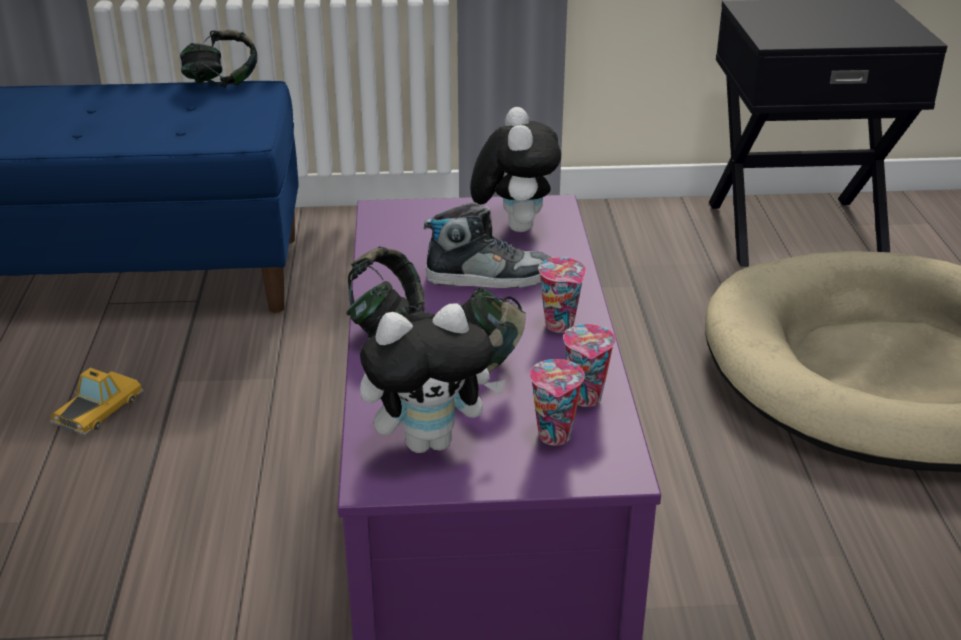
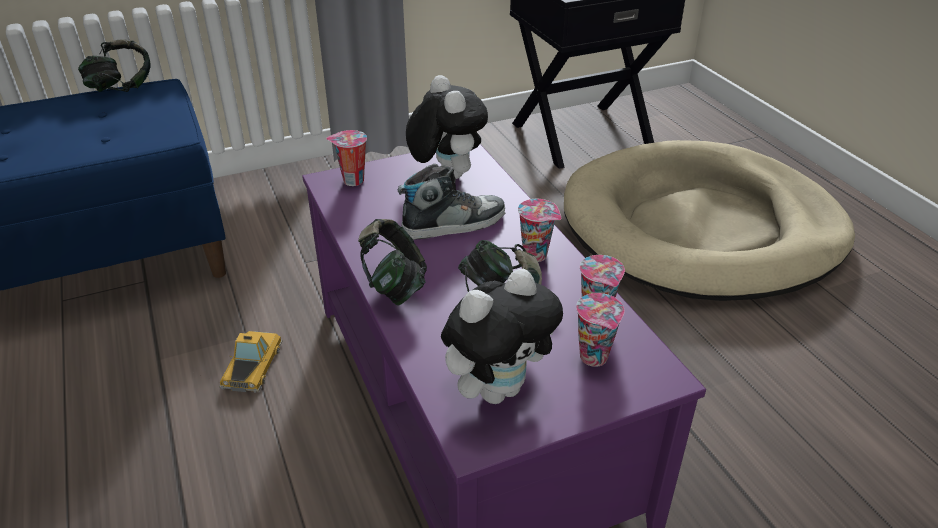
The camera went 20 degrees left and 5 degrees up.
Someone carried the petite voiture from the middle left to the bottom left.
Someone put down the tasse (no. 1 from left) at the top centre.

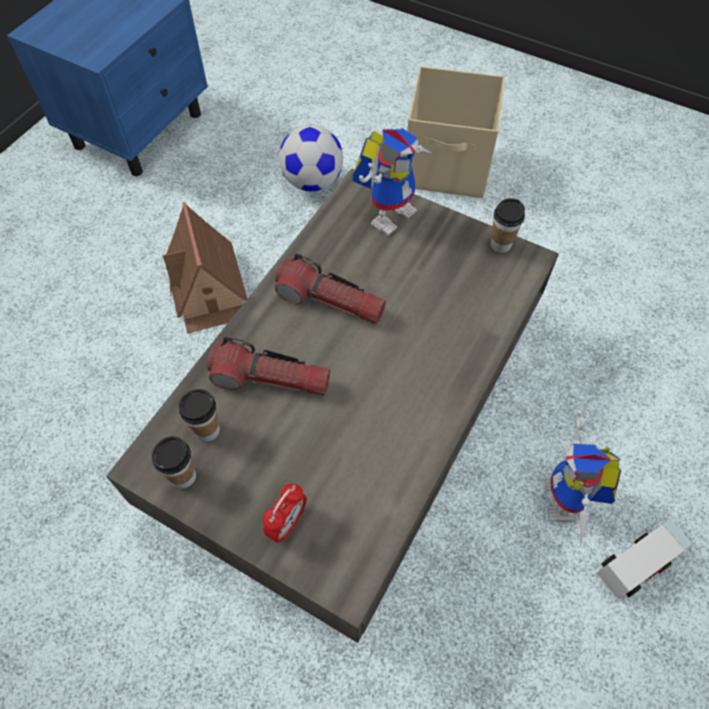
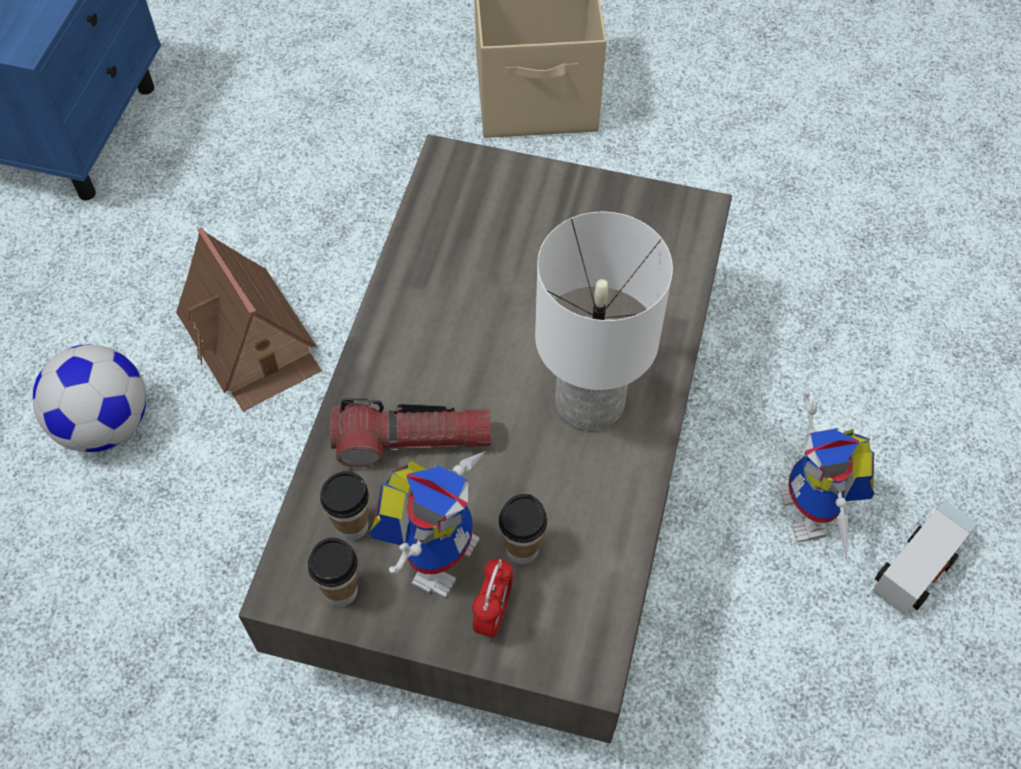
The camera went 15 degrees left and 0 degrees up.
Someone carried the ballon de foot from the top centre to the middle left.
Someone carried the robot jouet (no. 1 from left) from the top centre to the bottom centre.
Someone carried the tasse (no. 3 from left) from the top right to the bottom centre.
Someone took away the lampe de poche (no. 2 from left) at the centre.
Someone put down the lampe de table [blanc] at the centre.

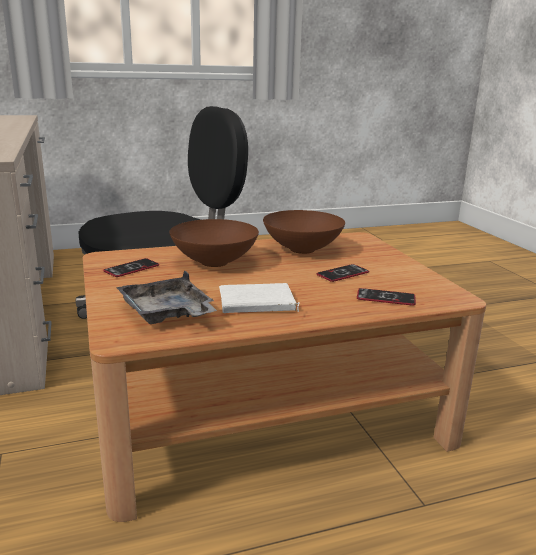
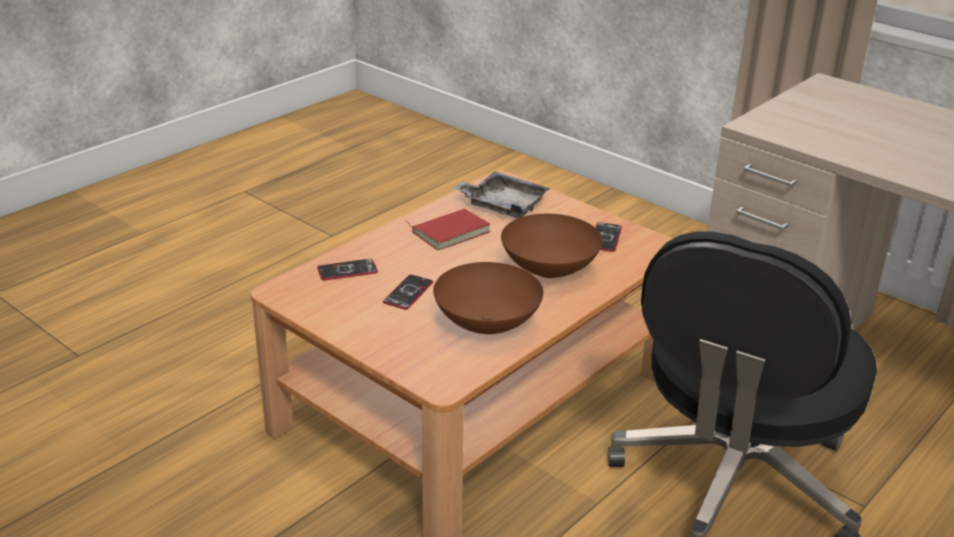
The camera went 150 degrees right and 10 degrees up.
Someone repainted the livre [blanc] at the centre, which became the livre [rouge] at the centre.

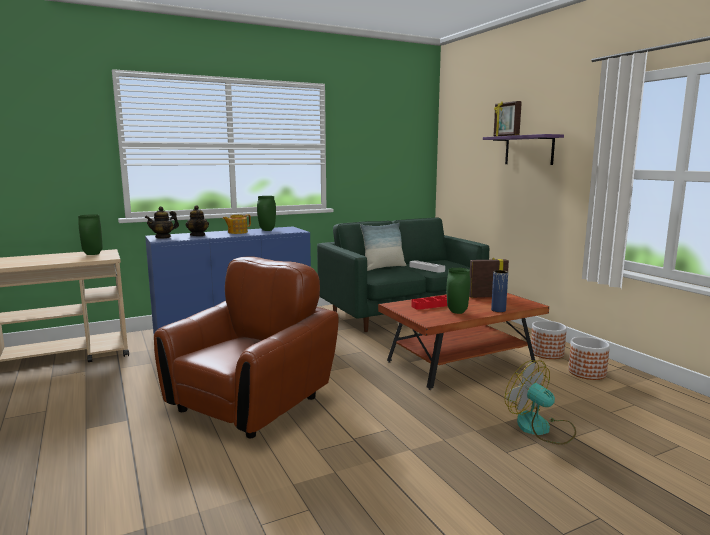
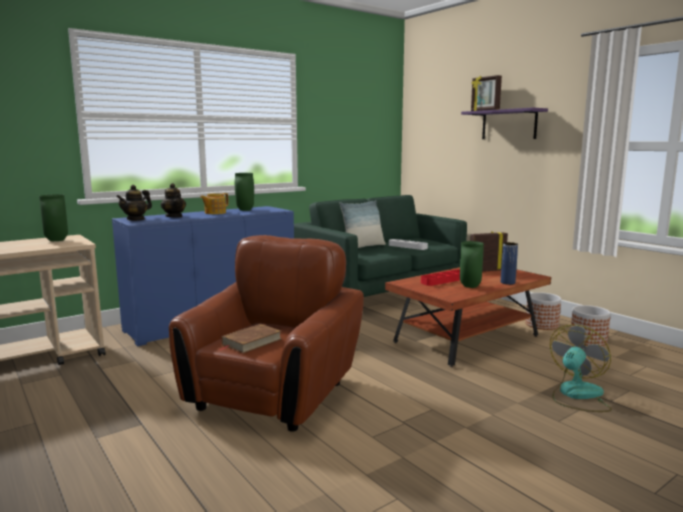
The camera went 10 degrees left and 0 degrees up.
Someone rotated the ventilateur at the bottom right by 90 degrees clockwise.
Someone put down the livre [marron] at the centre.

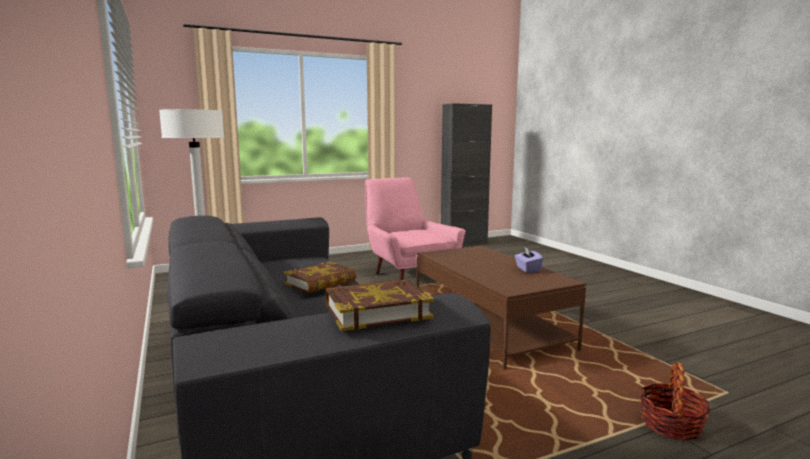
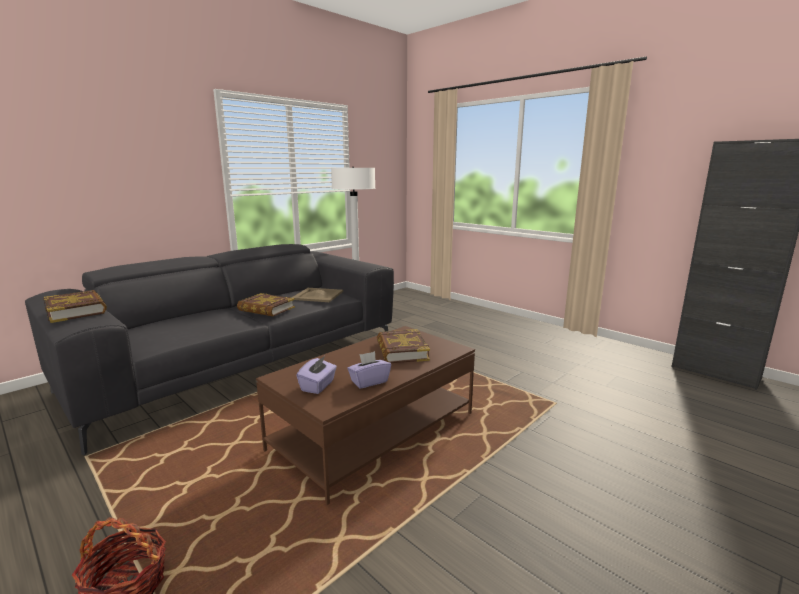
The camera went 70 degrees right and 5 degrees up.
Someone took away the fauteuil [rose] at the centre.
Someone put down the plateau [beige] at the centre.
Someone put down the livre (no. 3 from left) at the centre.
Someone put down the boîte à mouchoirs [violet] (no. 1 from left) at the centre.

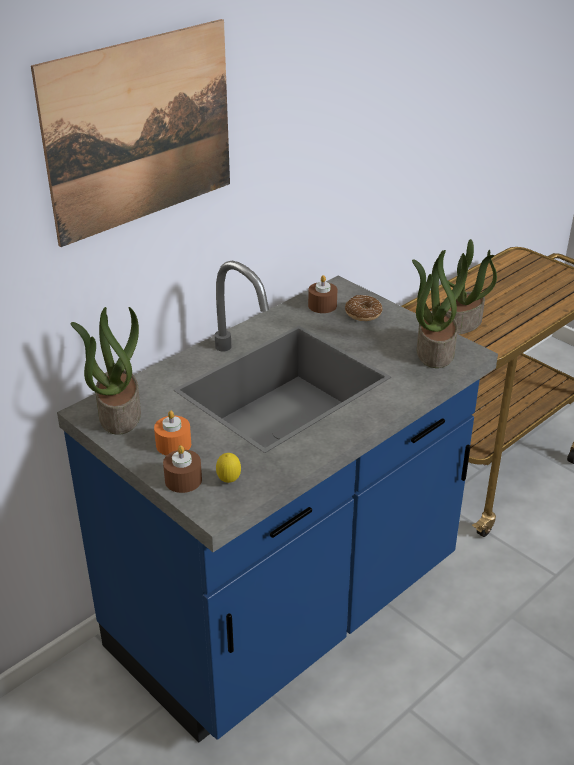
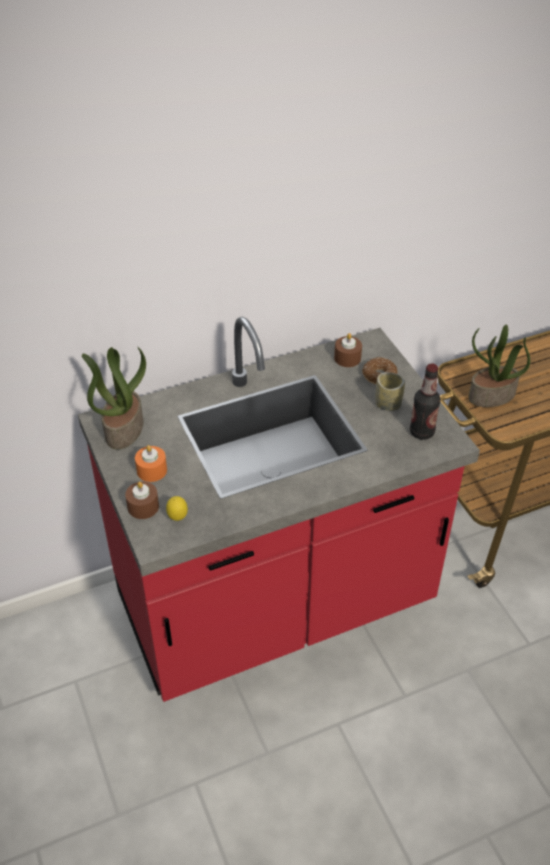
The camera went 20 degrees right and 10 degrees up.
Someone took away the tableau at the top left.
Someone swapped the plante en pot (no. 2 from left) at the middle right for the bouteille at the middle right.
Someone repainted the comptoir de cuisine [bleu] at the centre, which became the comptoir de cuisine [rouge] at the centre.
Someone put down the tasse at the middle right.

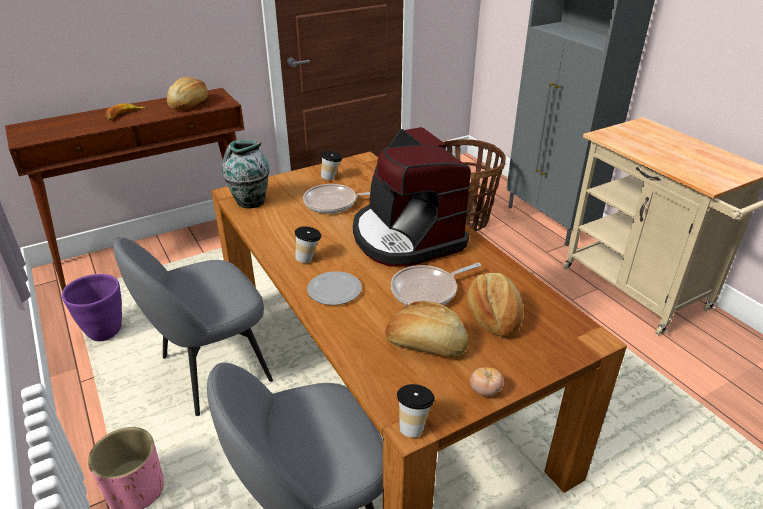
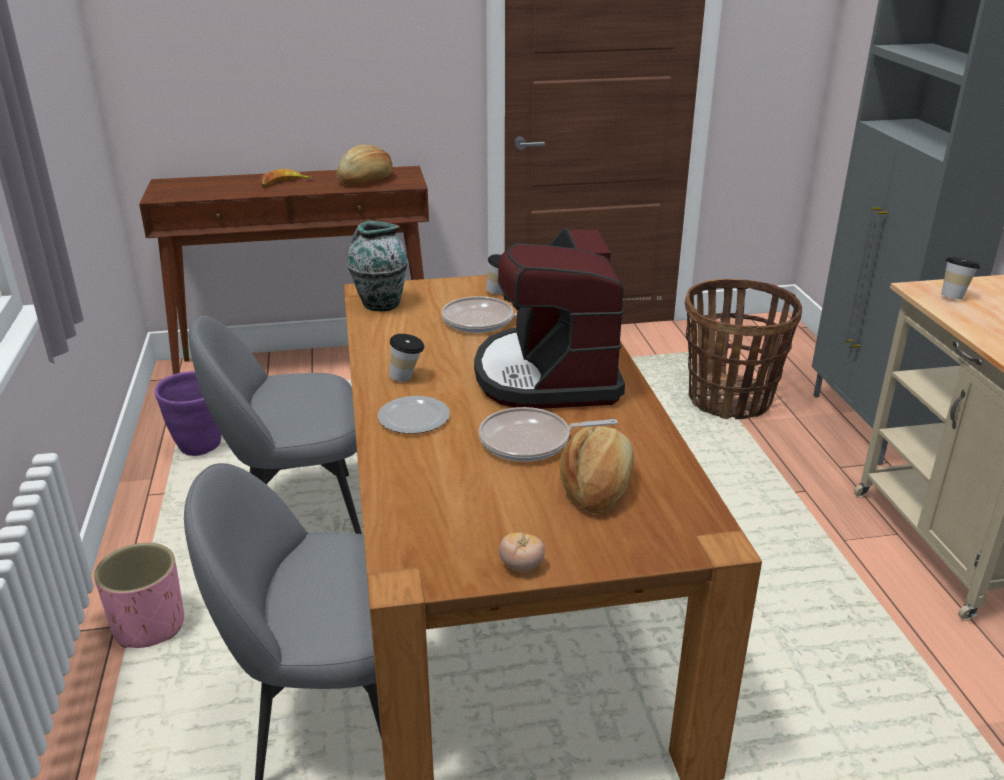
The camera went 20 degrees right and 5 degrees down.
Someone took away the pain (no. 2 from left) at the centre.
Someone carried the tasse (no. 3 from left) from the bottom centre to the middle right.

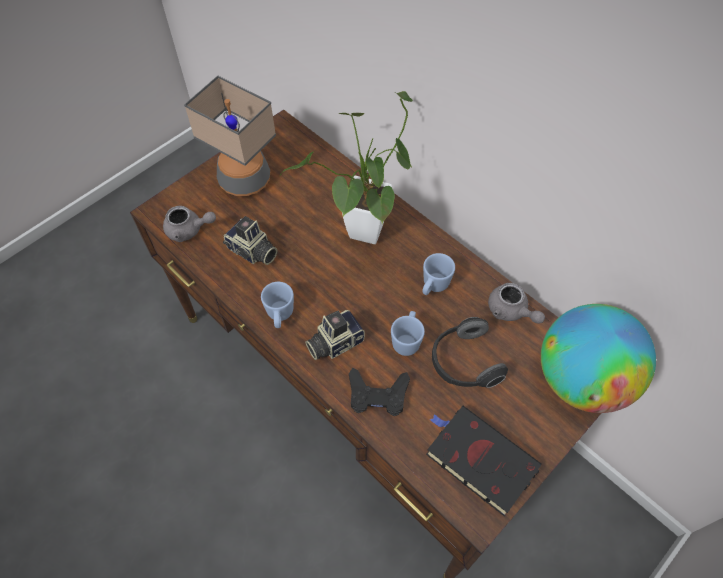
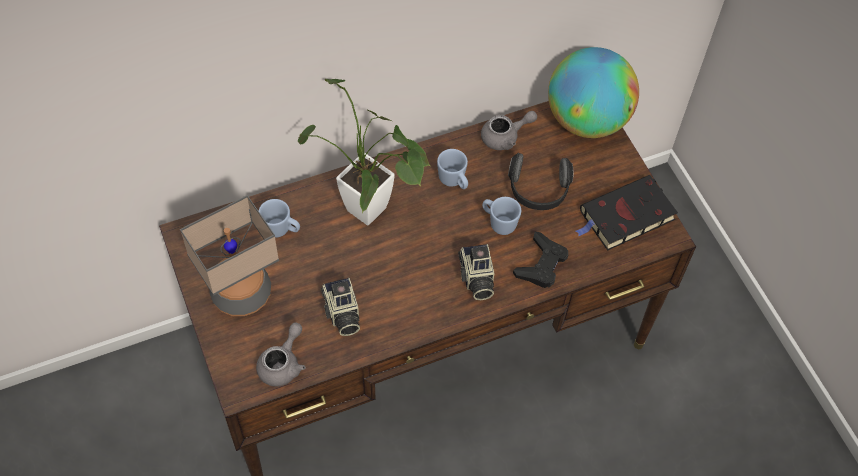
The camera went 70 degrees left and 0 degrees up.
Someone rotated the appareil photo (no. 1 from left) at the centre by 105 degrees clockwise.
Someone carried the mug [bleu] (no. 1 from left) from the centre to the middle left.

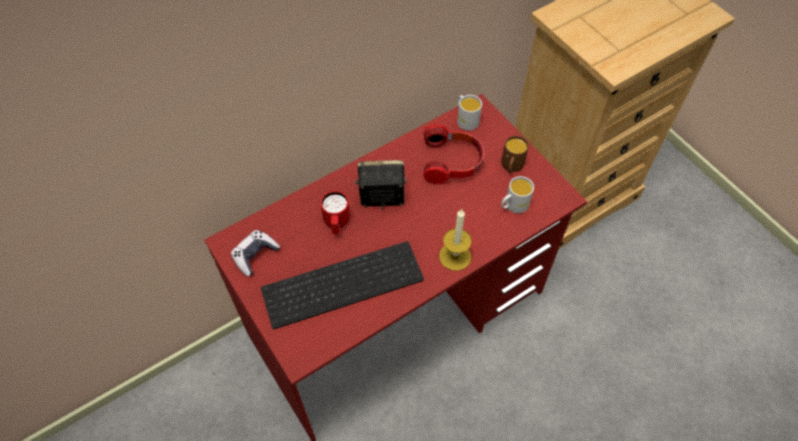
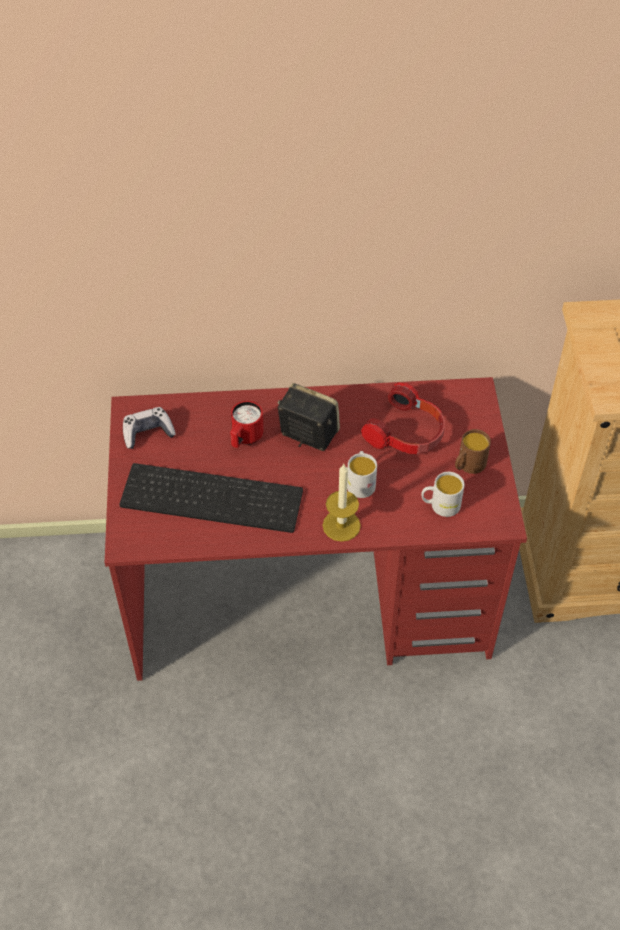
The camera went 30 degrees right and 5 degrees down.
Someone carried the mug [blanc] (no. 1 from left) from the top centre to the centre.

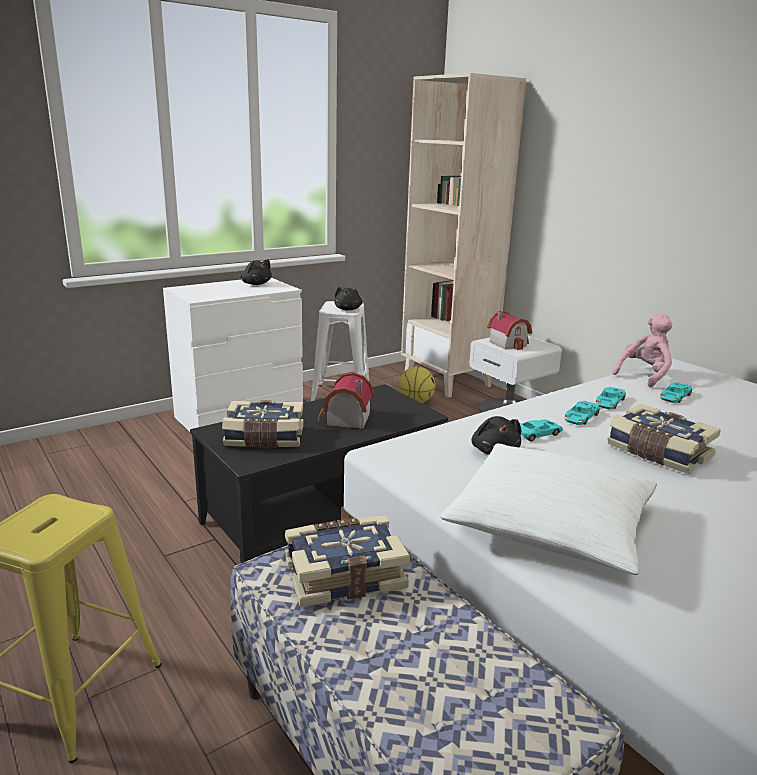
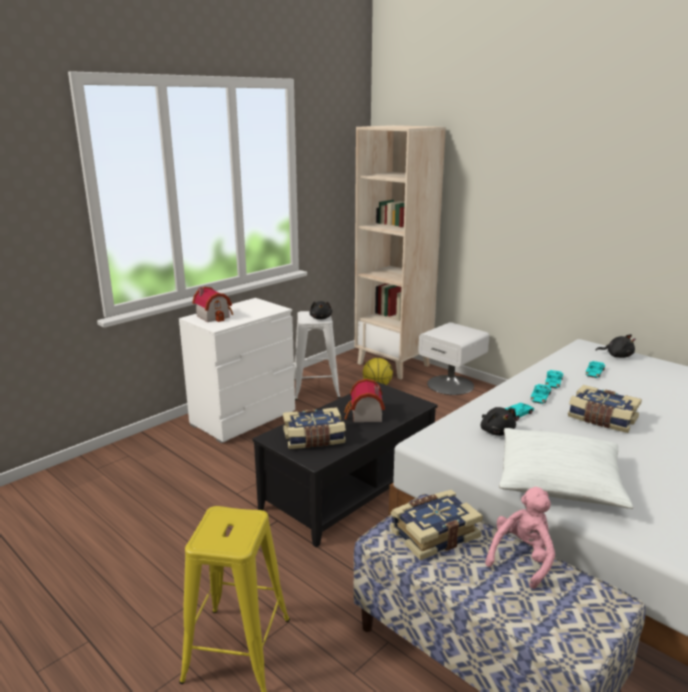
The camera went 10 degrees left and 0 degrees up.
Someone carried the peluche [noir] (no. 1 from left in the first image) from the centre to the middle right.
Someone carried the maison miniature (no. 2 from left in the first image) from the middle right to the middle left.
Someone carried the peluche [rose] from the middle right to the bottom right.

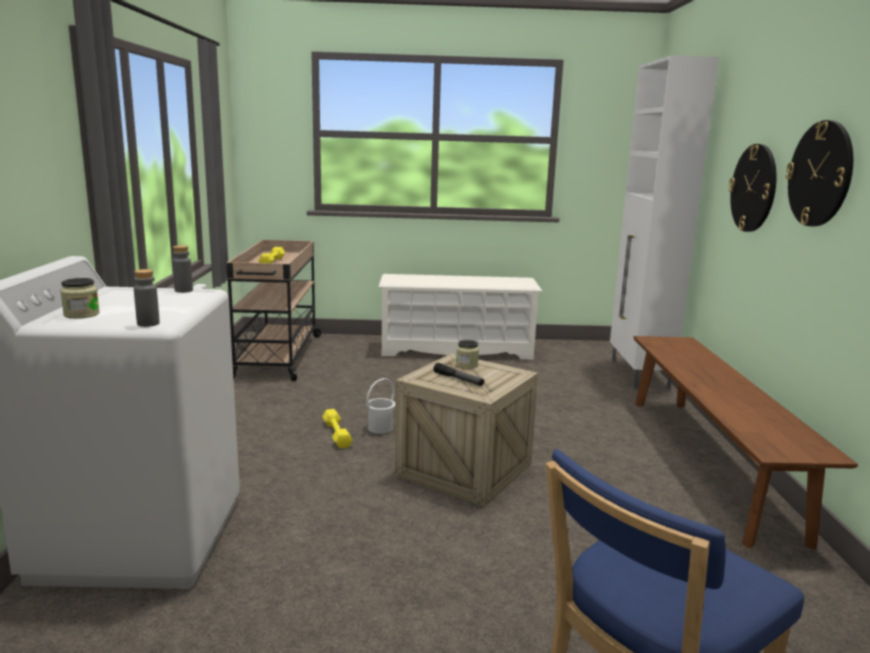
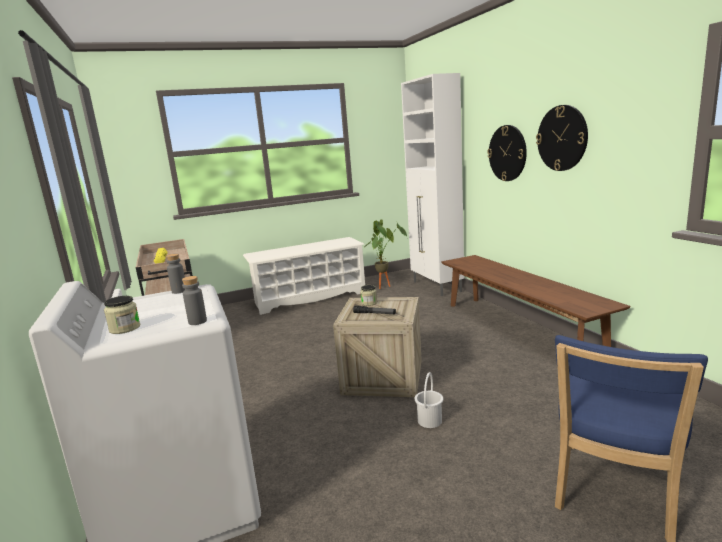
The camera went 20 degrees left and 0 degrees up.
Someone carried the seau [blanc] from the centre to the bottom centre.
Someone took away the haltère [jaune] (no. 2 from left) at the centre.
Someone put down the plante en pot at the centre.

